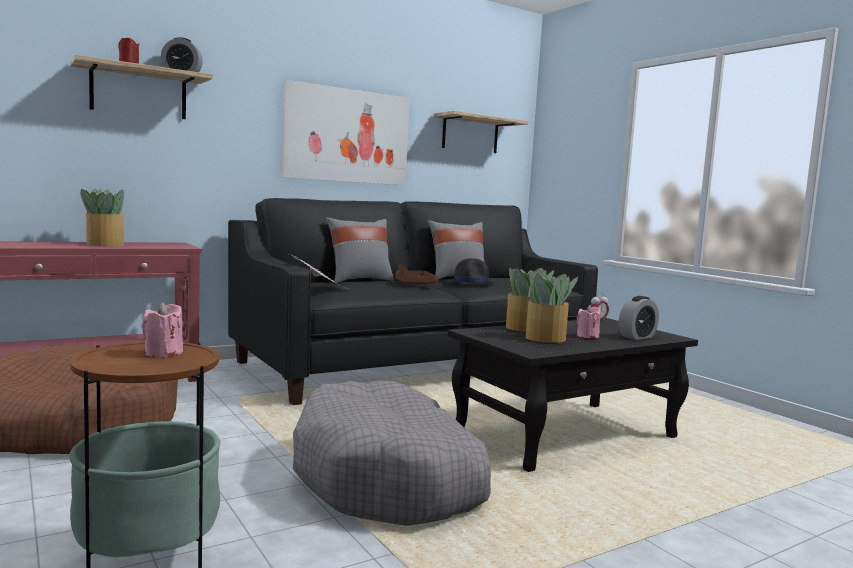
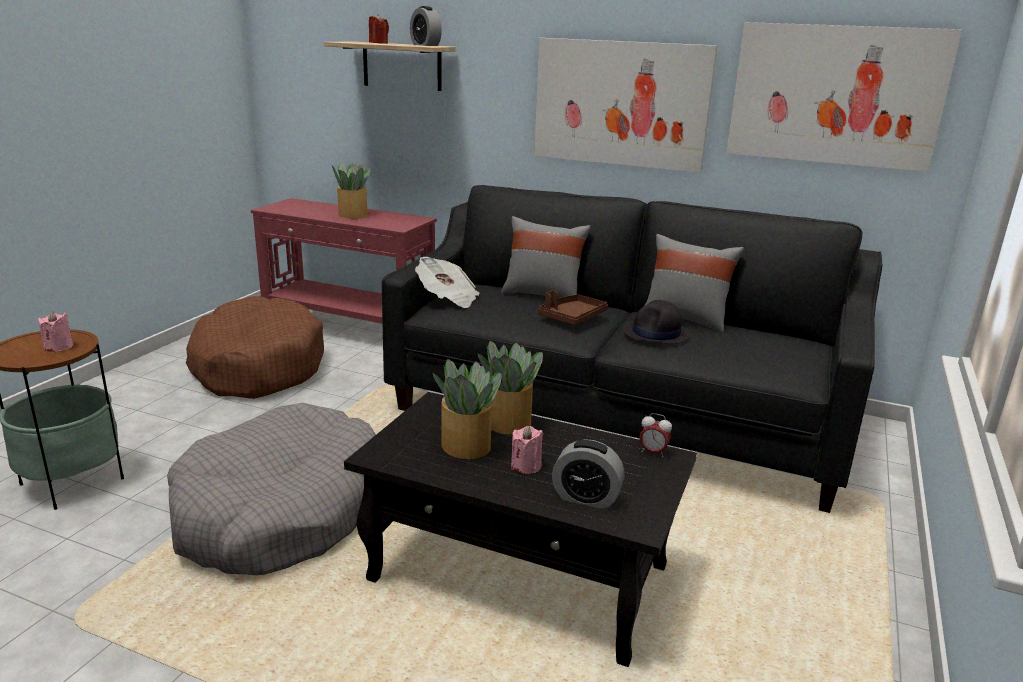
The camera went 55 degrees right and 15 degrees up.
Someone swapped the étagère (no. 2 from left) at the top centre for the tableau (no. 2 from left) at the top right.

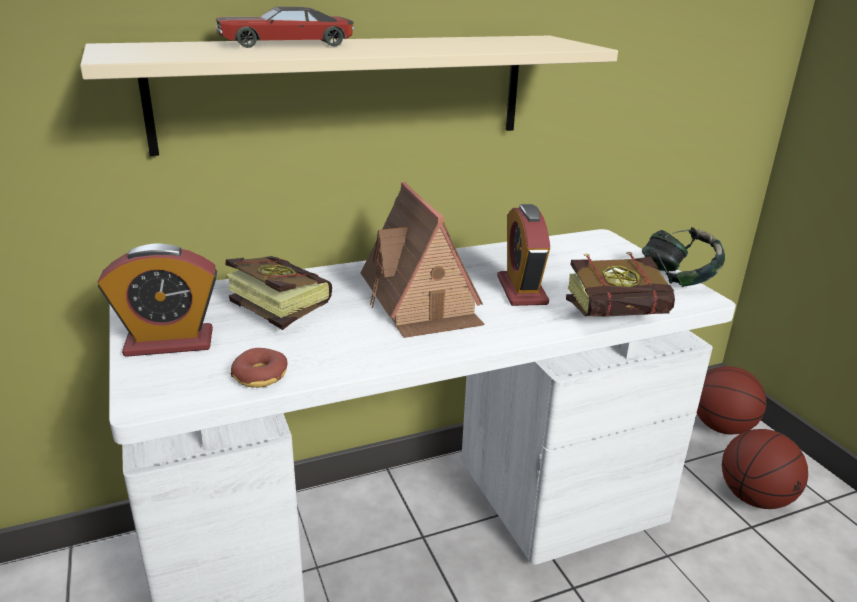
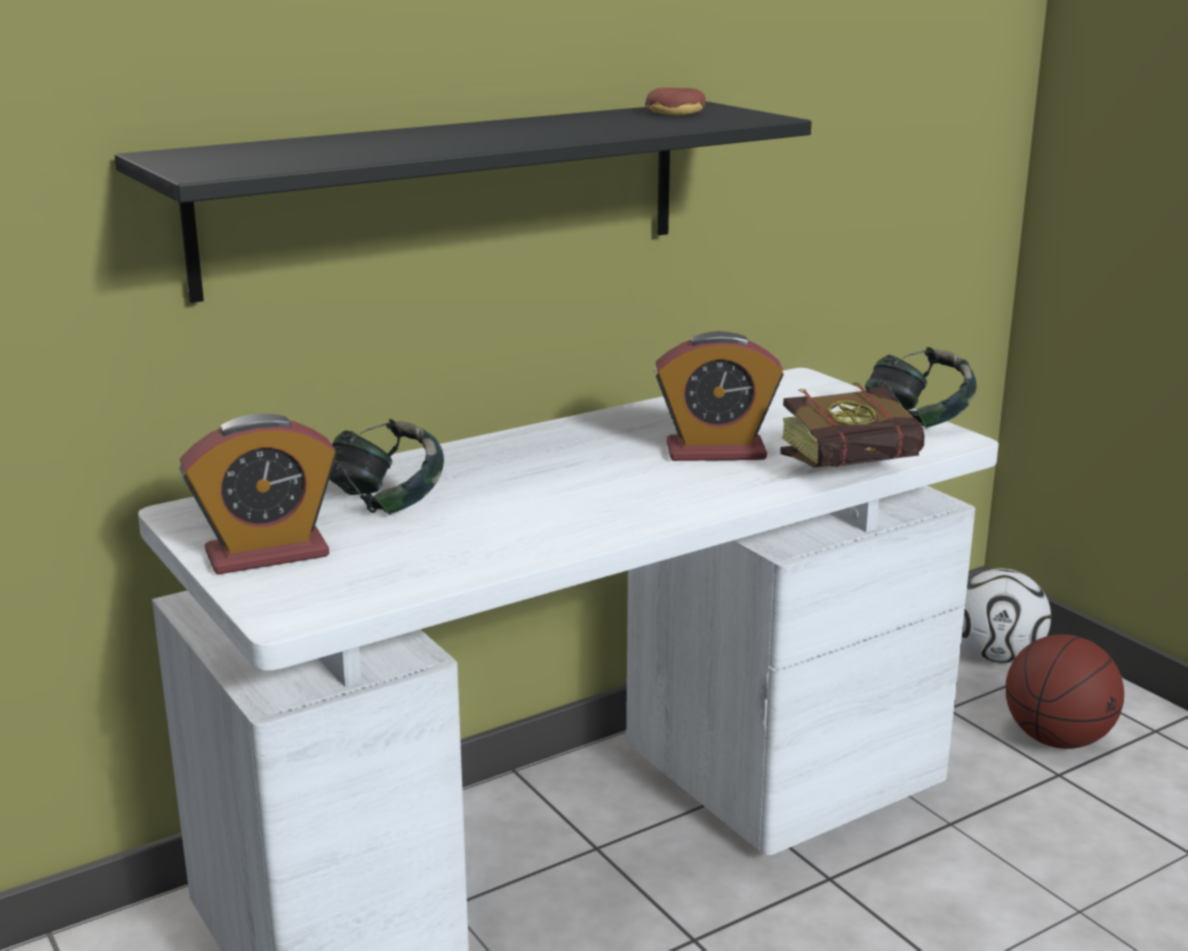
The camera went 10 degrees left and 5 degrees down.
Someone took away the petite voiture at the top left.
Someone repainted the étagère [beige] at the top centre, which became the étagère [noir] at the top centre.
Someone took away the maison miniature at the centre.
Someone rotated the réveil (no. 2 from left) at the centre by 75 degrees counterclockwise.
Someone swapped the livre (no. 1 from left) at the middle left for the casque audio (no. 1 from left) at the middle left.
Someone carried the beignet from the middle left to the top centre.
Someone swapped the ballon de basket (no. 1 from left) at the middle right for the ballon de foot at the middle right.

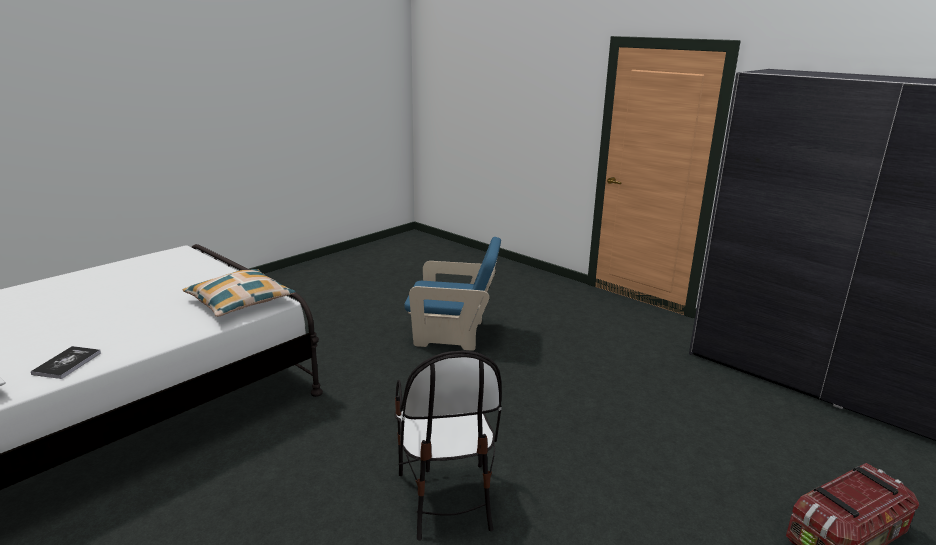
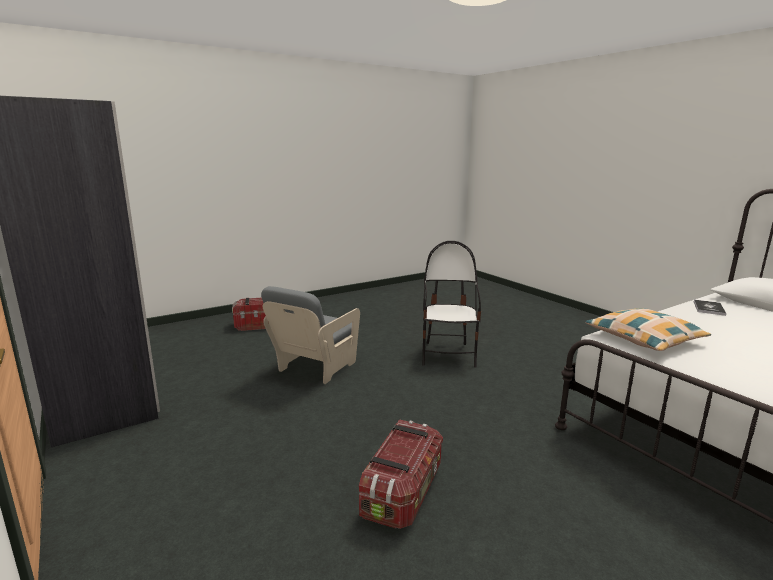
The camera went 165 degrees left and 5 degrees down.
Someone swapped the fauteuil [bleu] at the centre for the boîte de rangement (no. 2 from left) at the bottom centre.
Someone put down the fauteuil [gris] at the centre.

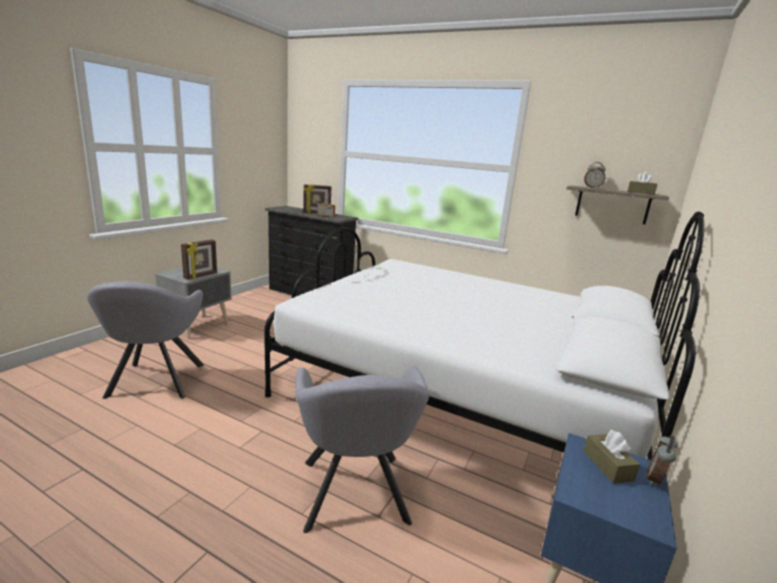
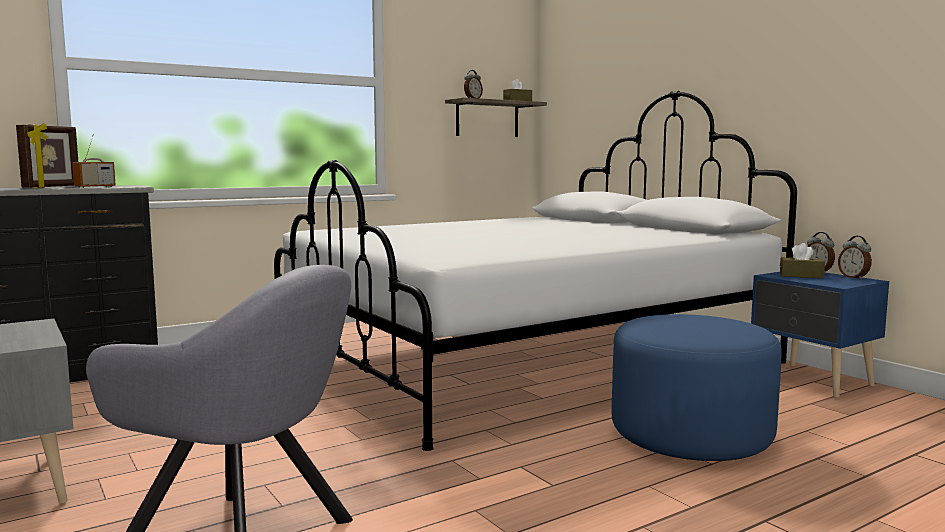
The camera went 60 degrees left and 10 degrees down.
Someone took away the cadre photo (no. 1 from left) at the middle left.
Someone swapped the fauteuil [gris] (no. 2 from left) at the bottom centre for the pouf [bleu] at the bottom right.
Someone put down the réveil (no. 3 from left) at the middle right.

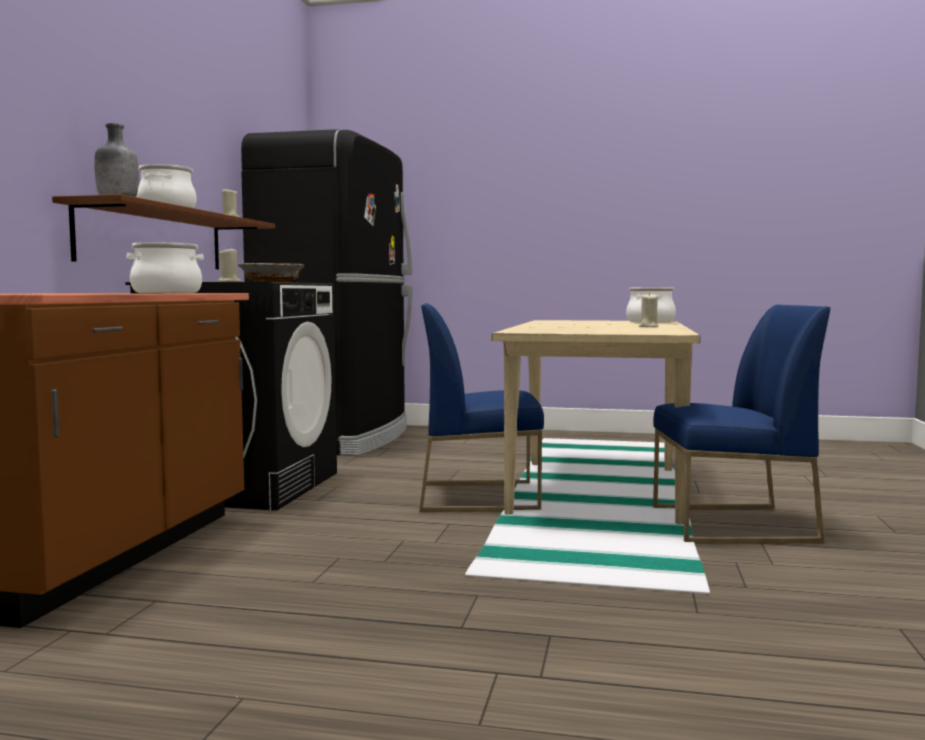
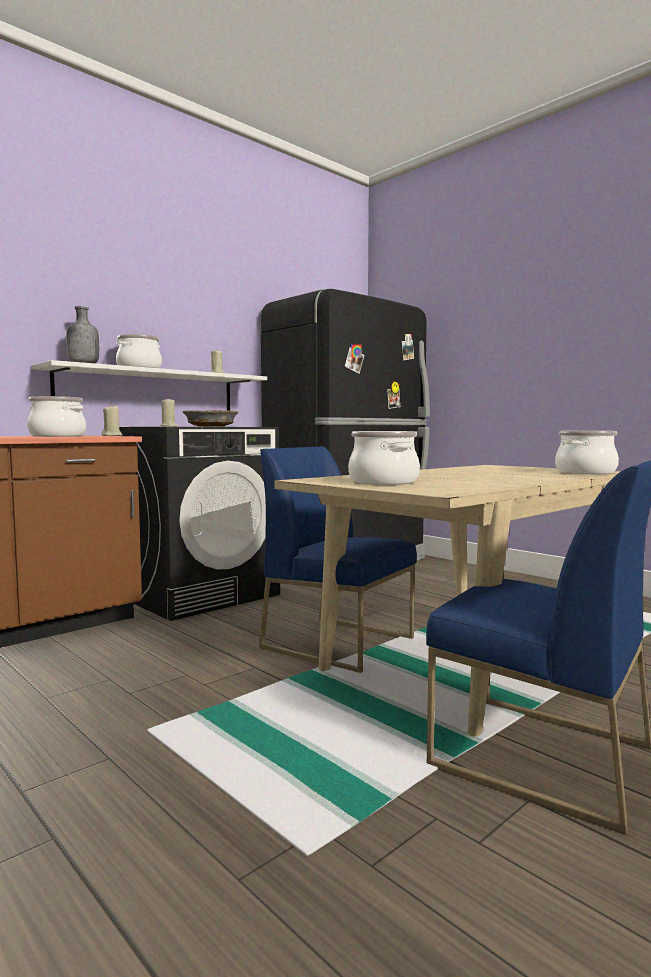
The camera went 35 degrees right and 0 degrees up.
Someone repainted the étagère [marron] at the top left, which became the étagère [blanc] at the middle left.
Someone carried the bougie [beige] (no. 3 from left in the first image) from the middle right to the middle left.
Someone put down the marmite (no. 3 from left) at the centre.

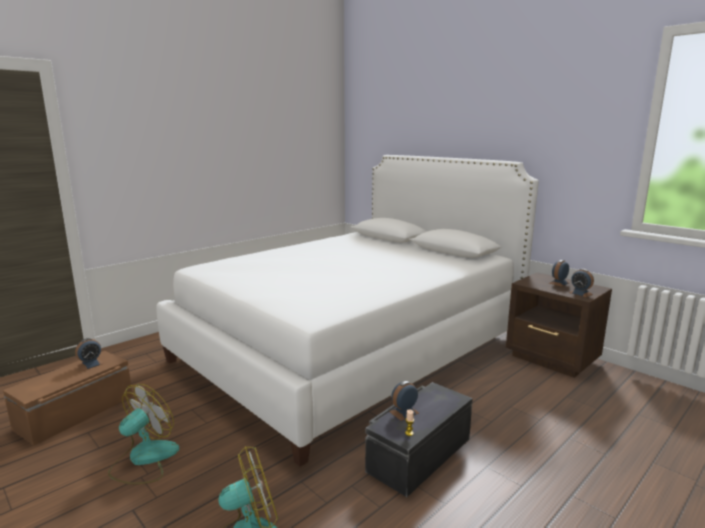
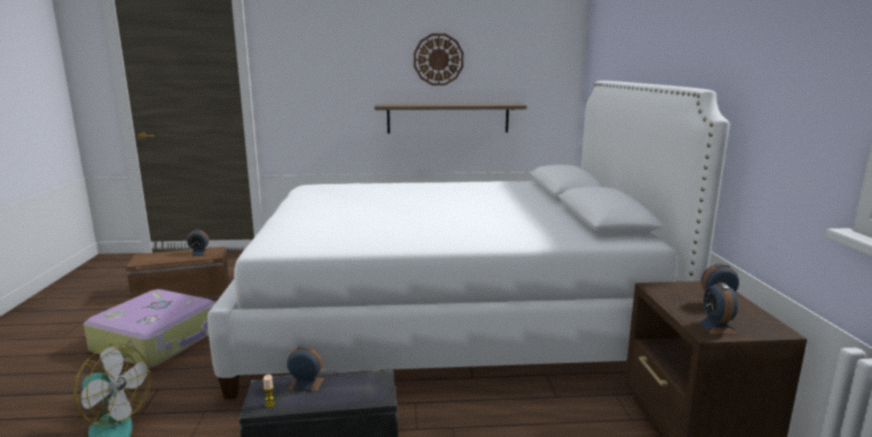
The camera went 40 degrees right and 0 degrees up.
Someone swapped the ventilateur (no. 1 from left) at the bottom left for the valise at the bottom left.
Someone put up the horloge murale at the top centre.
Someone put up the étagère at the top centre.

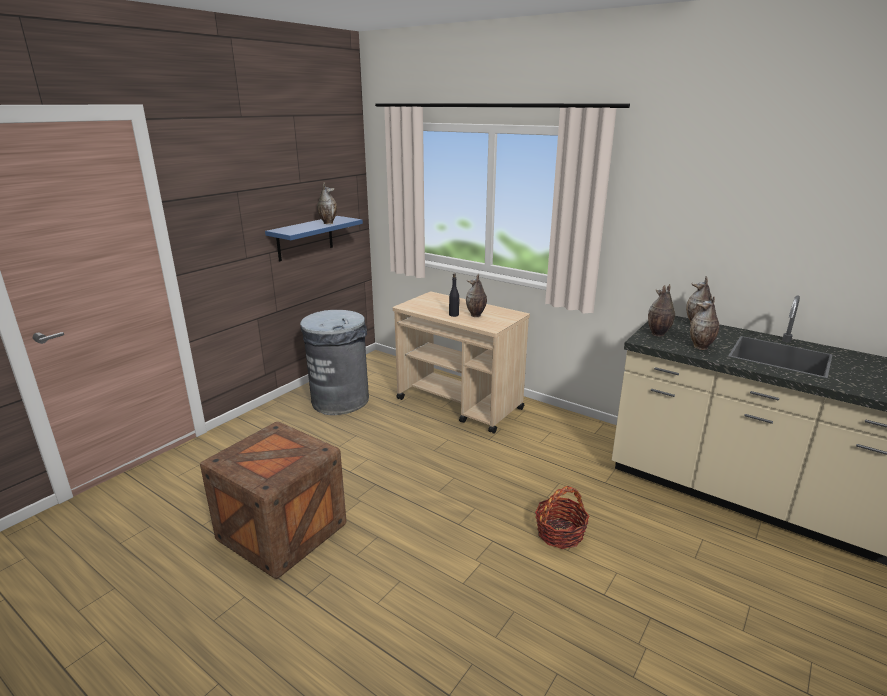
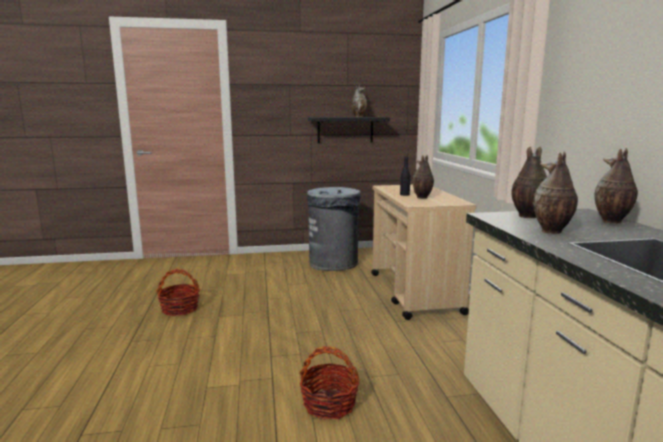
The camera went 45 degrees right and 10 degrees down.
Someone repainted the étagère [bleu] at the centre, which became the étagère [noir] at the top centre.
Someone swapped the caisse at the bottom left for the panier (no. 1 from left) at the middle left.

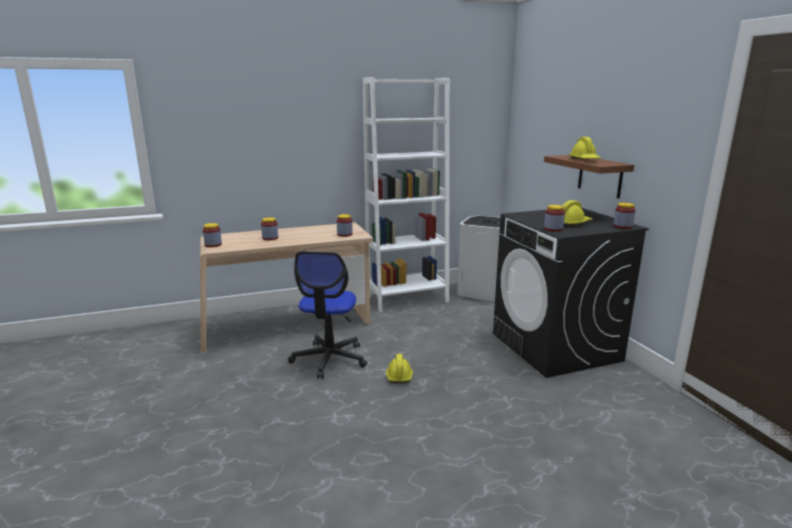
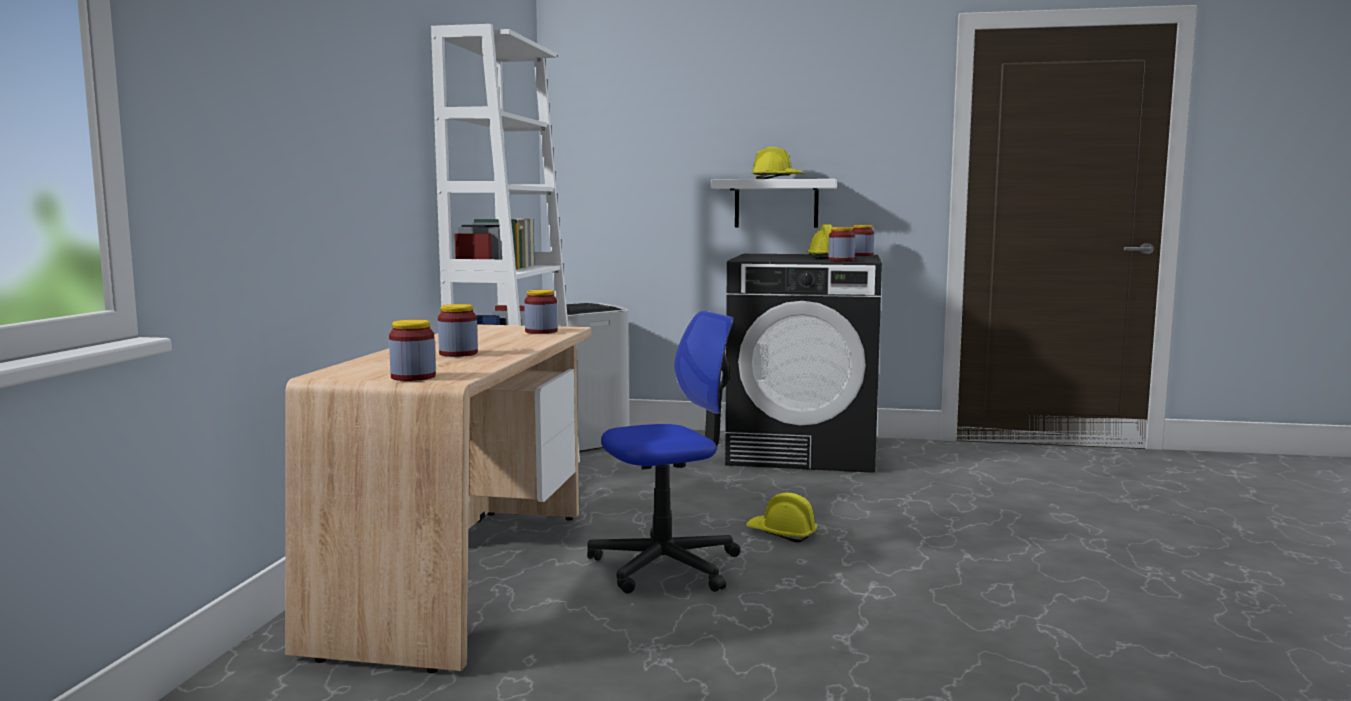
The camera went 60 degrees left and 10 degrees down.
Someone repainted the étagère [marron] at the middle right, which became the étagère [blanc] at the top centre.
Someone rotated the chaise de bureau at the centre by 60 degrees counterclockwise.

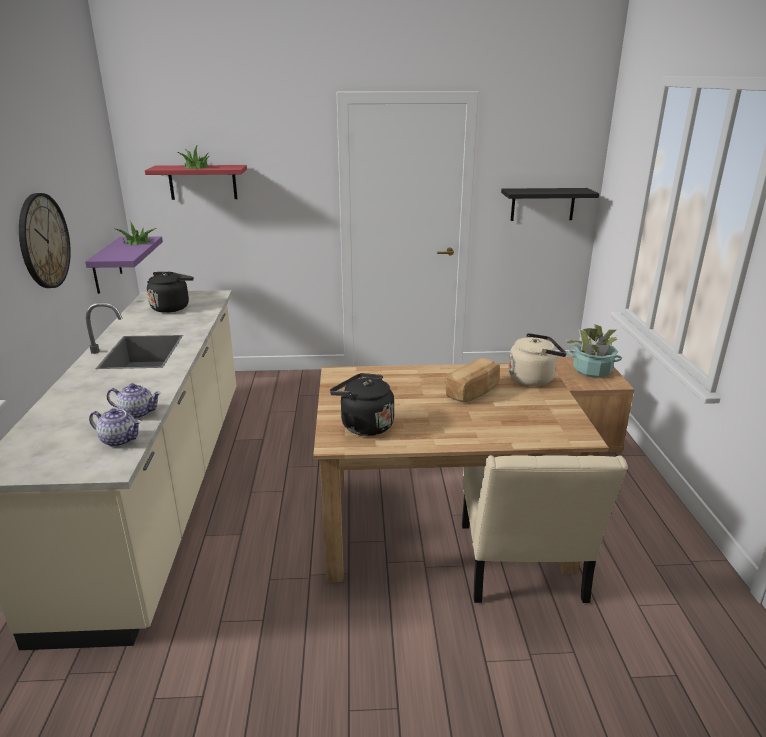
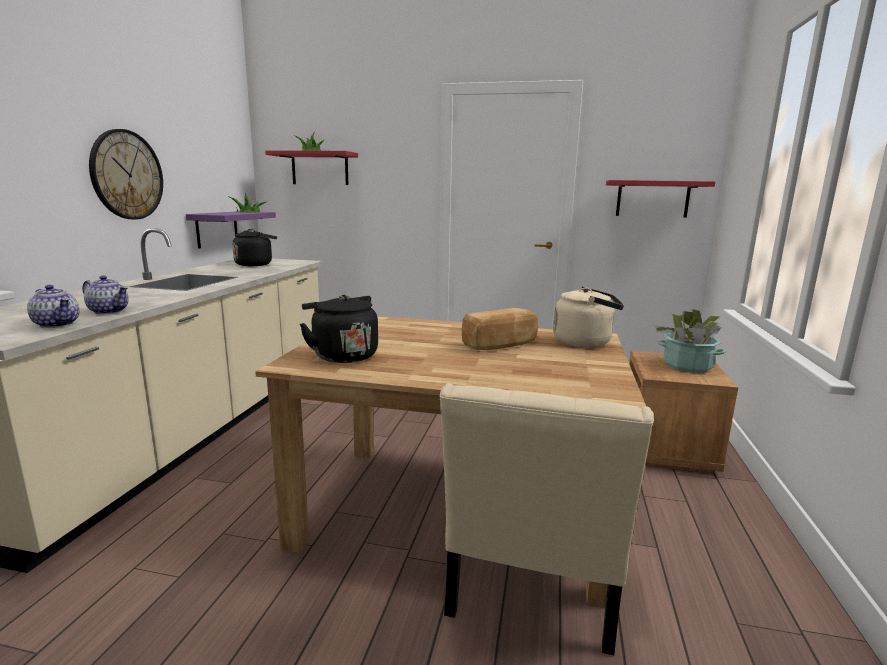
The camera went 15 degrees right and 10 degrees down.
Someone repainted the étagère [noir] at the top right, which became the étagère [rouge] (no. 2 from left) at the top right.

